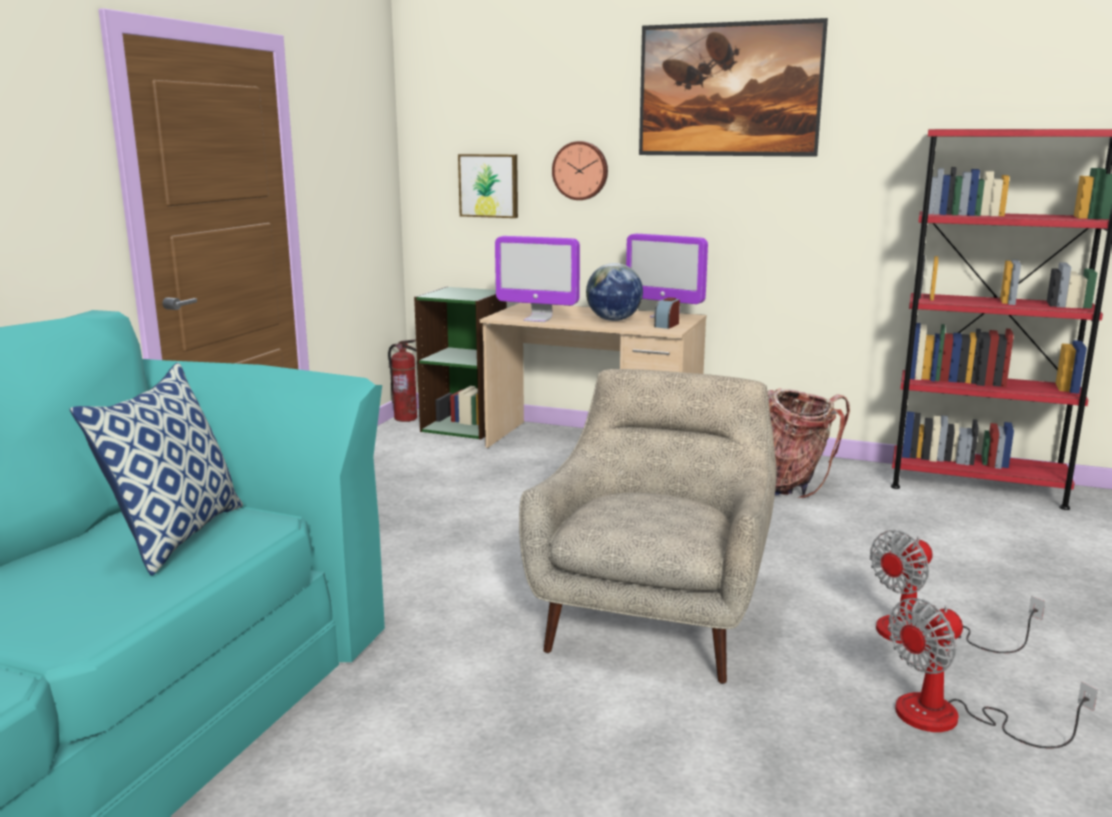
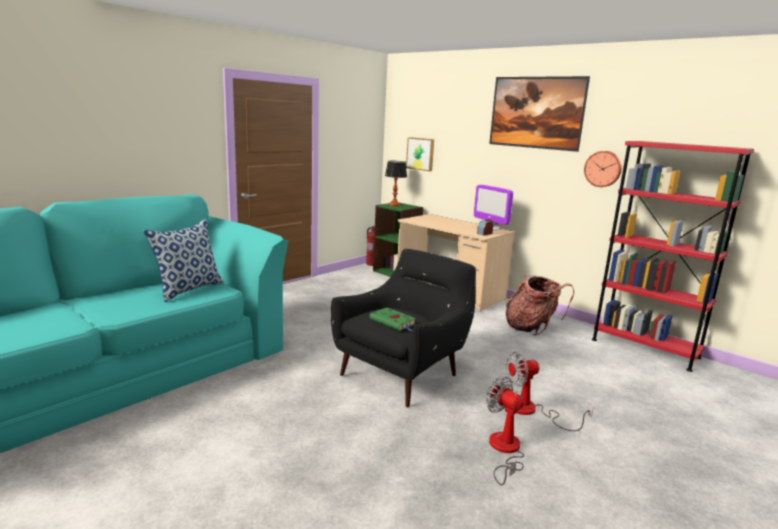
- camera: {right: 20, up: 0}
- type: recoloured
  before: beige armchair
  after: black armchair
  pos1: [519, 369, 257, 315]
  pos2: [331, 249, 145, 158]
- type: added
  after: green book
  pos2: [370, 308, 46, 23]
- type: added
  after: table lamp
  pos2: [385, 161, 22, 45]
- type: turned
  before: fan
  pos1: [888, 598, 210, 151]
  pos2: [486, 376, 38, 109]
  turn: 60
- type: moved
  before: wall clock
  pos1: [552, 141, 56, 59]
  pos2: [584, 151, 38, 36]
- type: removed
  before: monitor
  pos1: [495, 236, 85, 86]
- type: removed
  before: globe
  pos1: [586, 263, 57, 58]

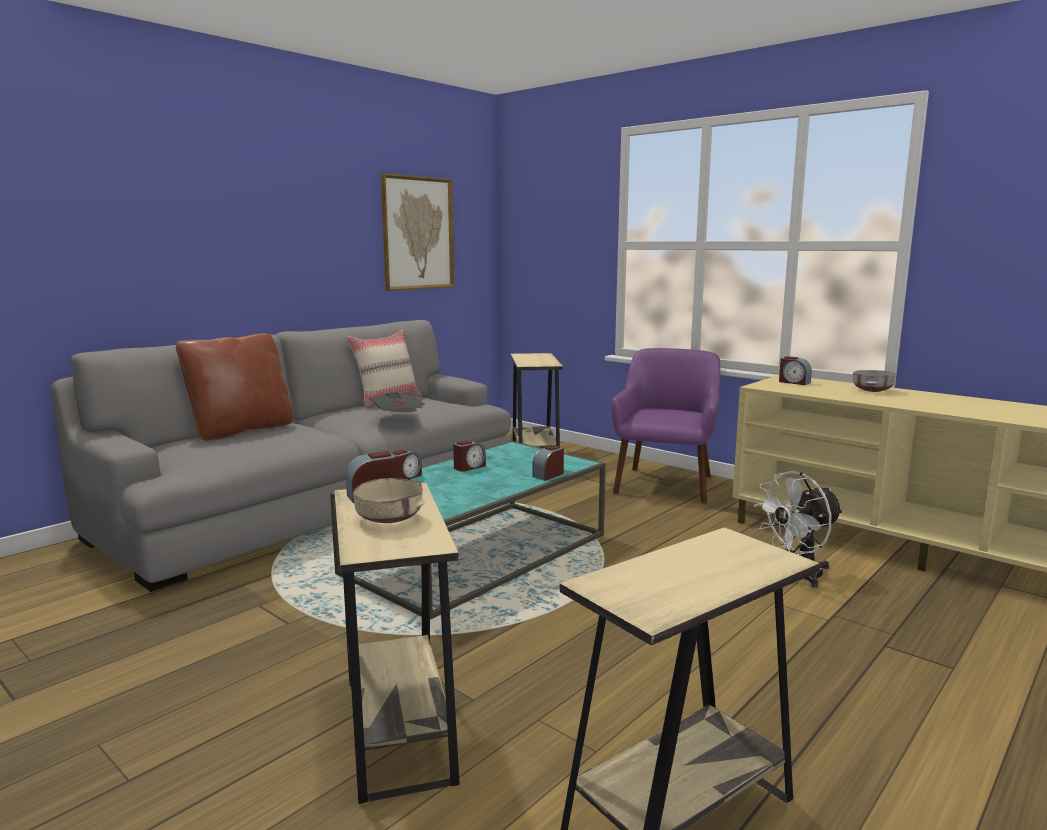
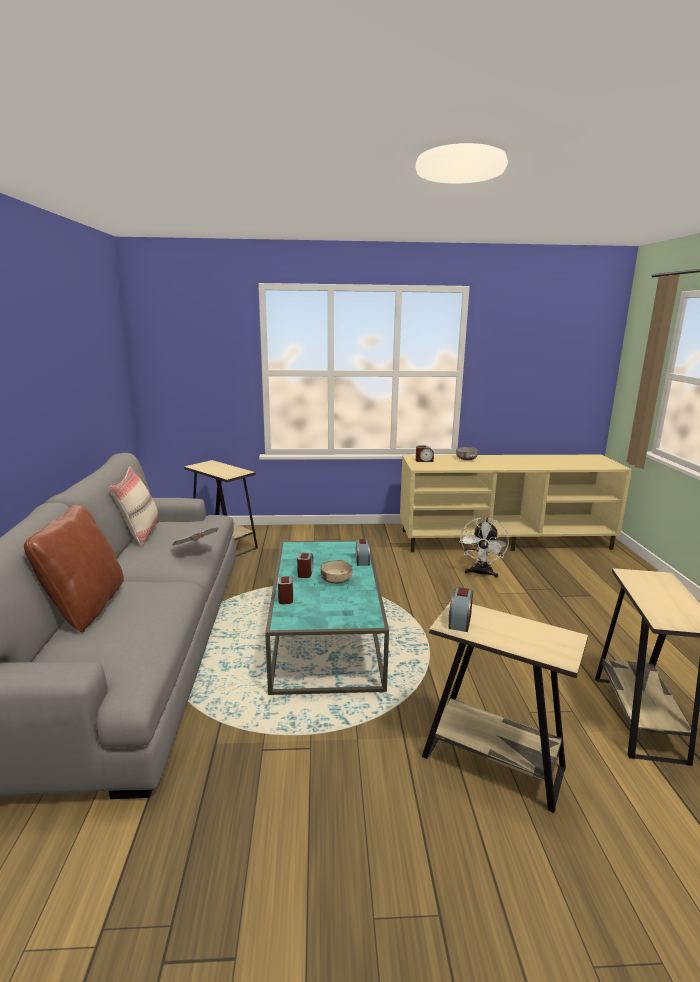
- camera: {right: -45, up: 5}
- type: moved
  before: beige bowl
  pos1: [353, 478, 72, 45]
  pos2: [320, 560, 32, 24]
- type: removed
  before: picture
  pos1: [381, 173, 74, 118]
- type: removed
  before: purple armchair
  pos1: [611, 348, 109, 156]

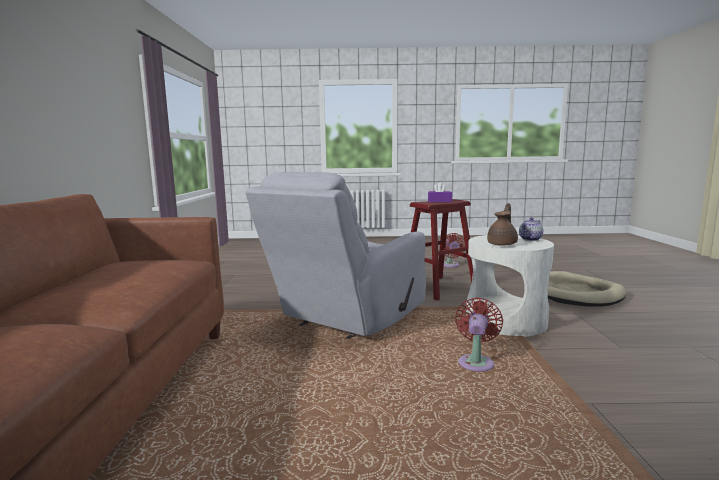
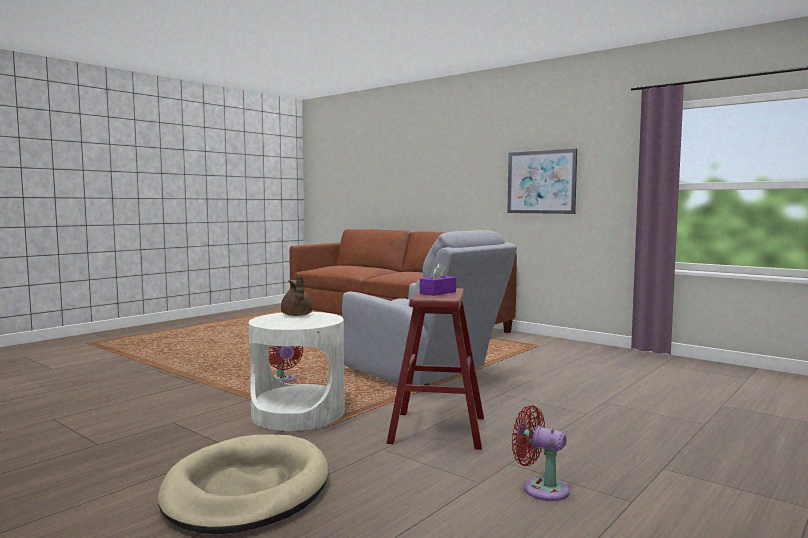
- camera: {right: 130, up: -5}
- type: turned
  before: grey armchair
  pos1: [246, 172, 180, 167]
  pos2: [342, 230, 175, 155]
  turn: 150
- type: added
  after: picture
  pos2: [507, 149, 70, 65]
- type: removed
  before: teapot
  pos1: [519, 217, 24, 24]

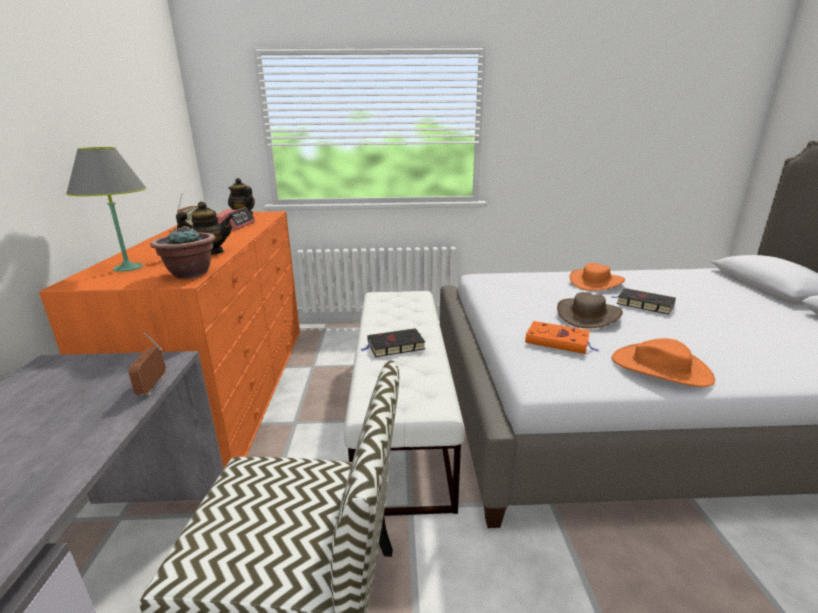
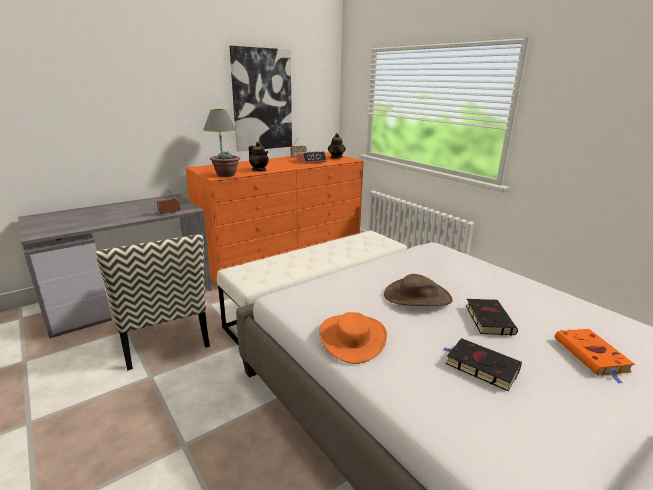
- camera: {right: 55, up: 0}
- type: added
  after: picture
  pos2: [229, 46, 63, 106]
- type: moved
  before: black book
  pos1: [361, 329, 64, 28]
  pos2: [443, 338, 79, 53]
- type: moved
  before: orange book
  pos1: [525, 321, 74, 33]
  pos2: [555, 329, 80, 55]
- type: removed
  before: orange hat
  pos1: [569, 263, 56, 28]

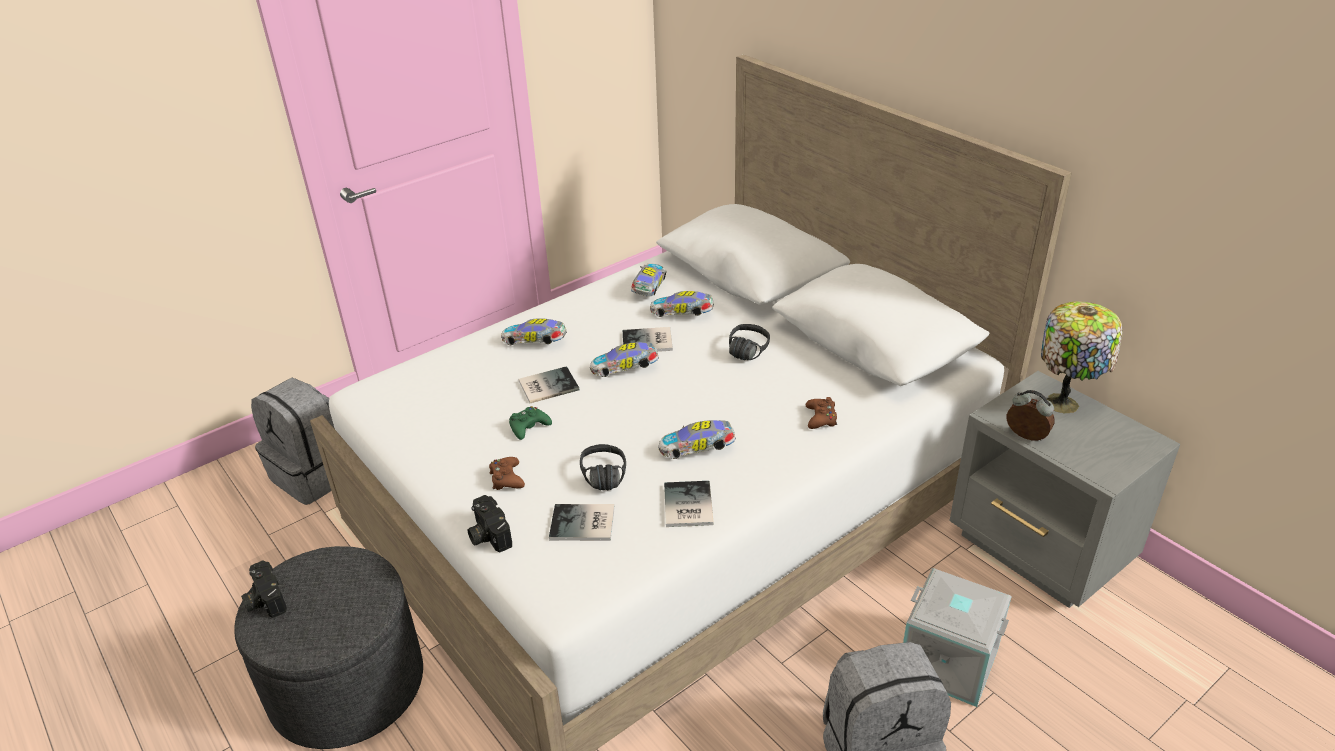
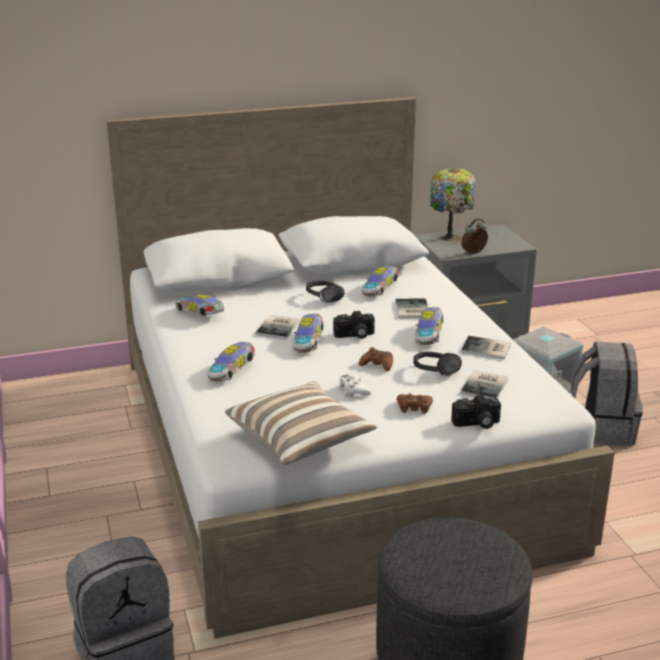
- camera: {right: -70, up: -10}
- type: added
  after: pillow
  pos2: [225, 382, 152, 83]
- type: moved
  before: photo camera
  pos1: [241, 560, 46, 58]
  pos2: [333, 311, 42, 28]
- type: recoloured
  before: green game controller
  after: white game controller
  pos1: [509, 406, 43, 34]
  pos2: [339, 374, 32, 23]
- type: moved
  before: brown game controller
  pos1: [806, 397, 31, 32]
  pos2: [359, 347, 34, 24]
- type: moved
  before: toy car
  pos1: [650, 291, 64, 26]
  pos2: [362, 266, 37, 30]
- type: moved
  before: book
  pos1: [518, 366, 61, 37]
  pos2: [395, 298, 33, 20]

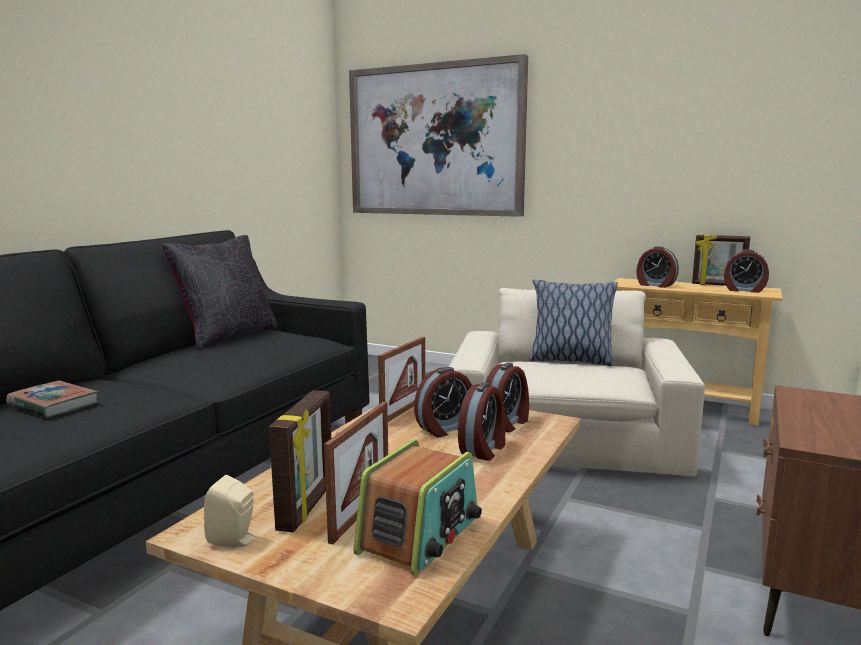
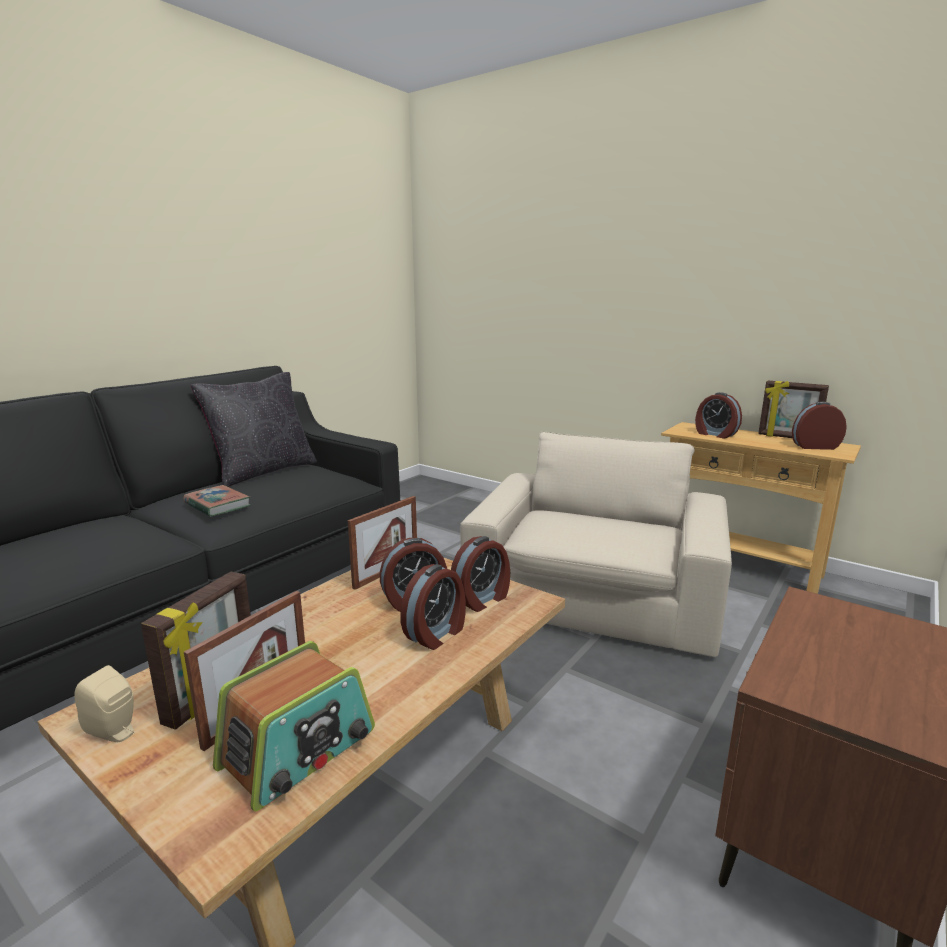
- camera: {right: 10, up: 5}
- type: moved
  before: book
  pos1: [6, 381, 93, 37]
  pos2: [183, 485, 67, 32]
- type: turned
  before: alarm clock
  pos1: [724, 249, 45, 44]
  pos2: [792, 402, 55, 48]
  turn: 150
- type: removed
  before: picture
  pos1: [349, 54, 179, 163]
- type: removed
  before: pillow
  pos1: [529, 280, 89, 87]

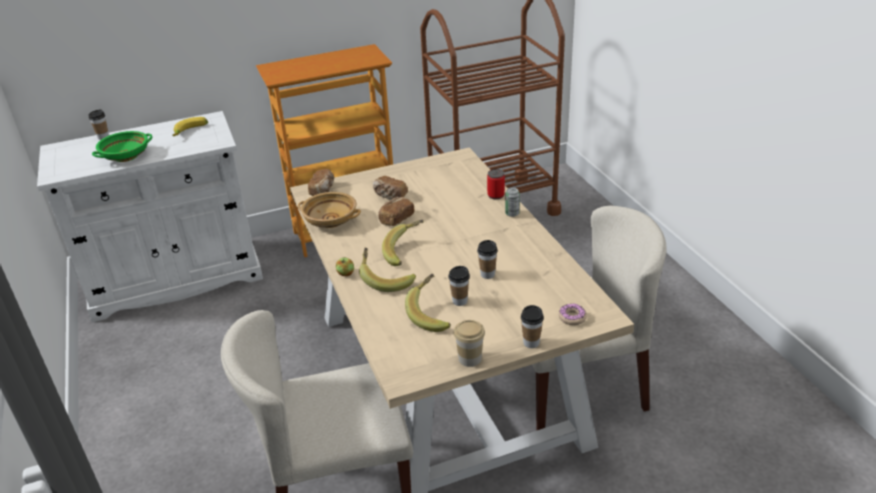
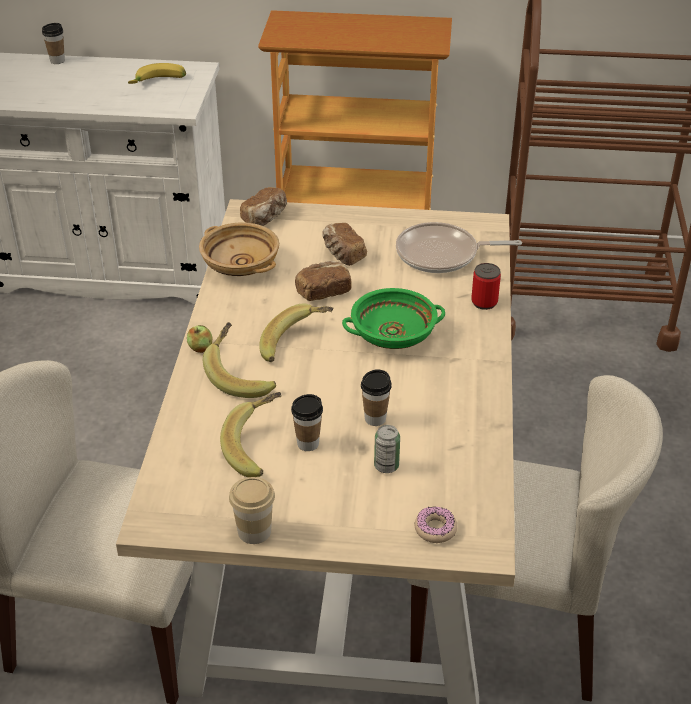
- camera: {right: 25, up: 5}
- type: moved
  before: green bowl
  pos1: [92, 131, 60, 31]
  pos2: [342, 288, 103, 61]
- type: moved
  before: can
  pos1: [505, 188, 15, 29]
  pos2: [374, 425, 26, 48]
- type: added
  after: frying pan
  pos2: [396, 222, 126, 51]
- type: removed
  before: cup
  pos1: [521, 305, 23, 43]

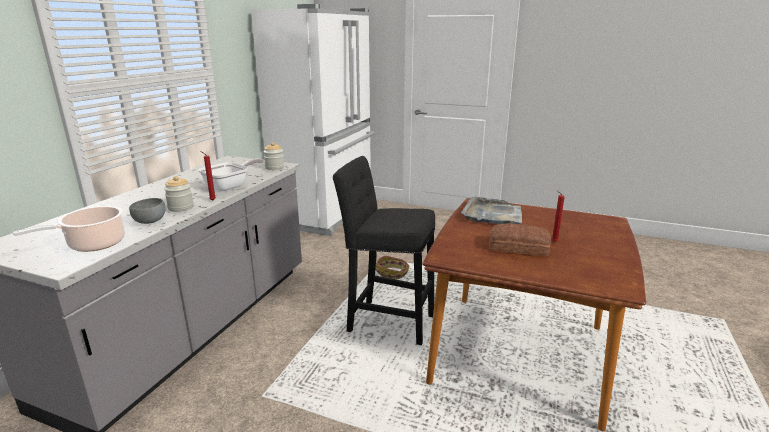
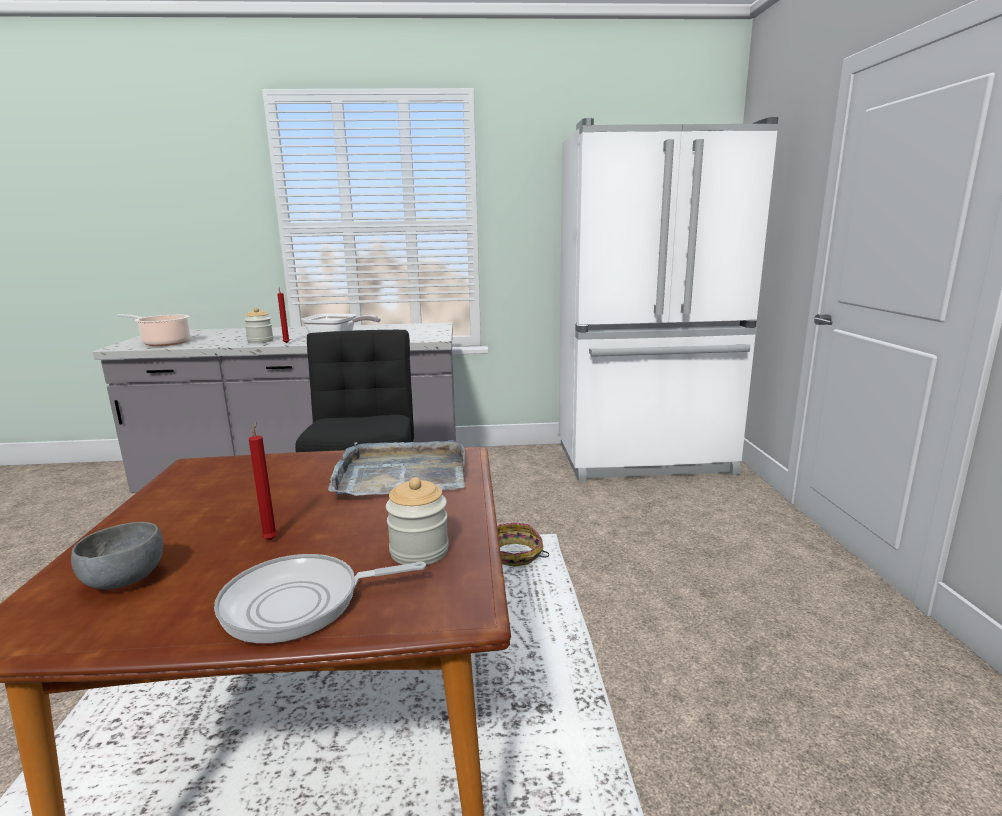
- camera: {right: 65, up: -5}
- type: moved
  before: grey bowl
  pos1: [129, 198, 37, 26]
  pos2: [71, 522, 92, 67]
- type: added
  after: frying pan
  pos2: [214, 554, 212, 89]
- type: moved
  before: jar
  pos1: [263, 142, 21, 28]
  pos2: [386, 477, 63, 88]
- type: removed
  before: bread
  pos1: [489, 223, 63, 33]

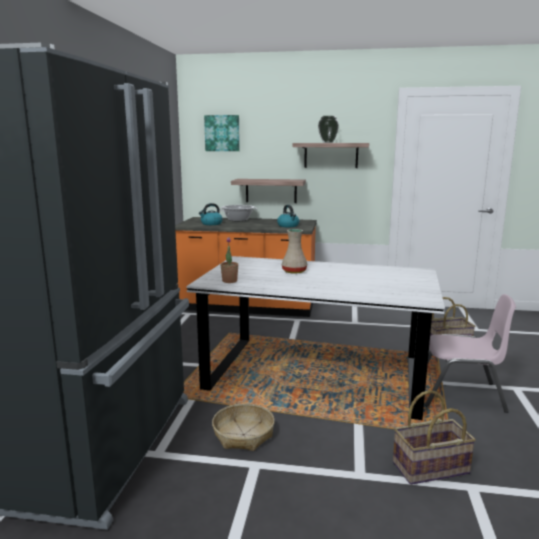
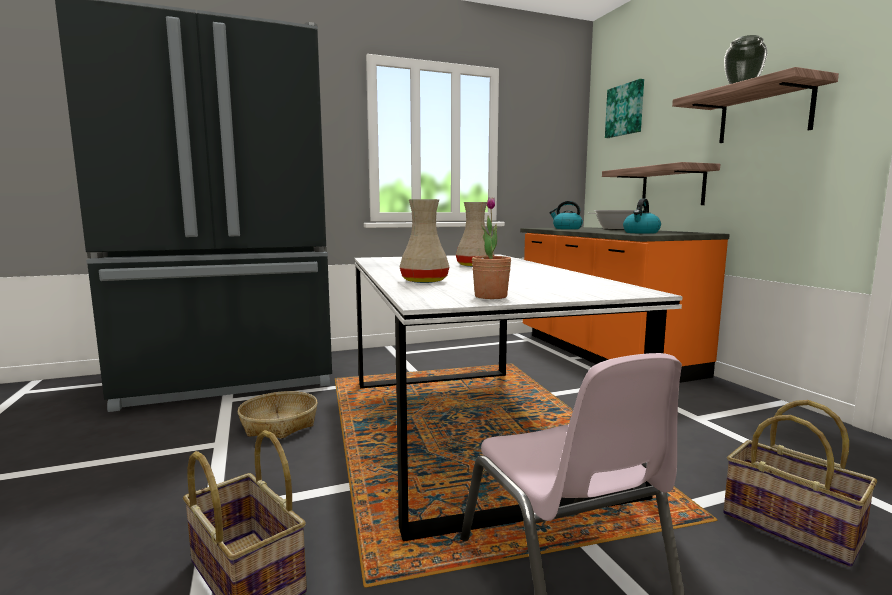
- camera: {right: 60, up: -5}
- type: added
  after: beige vase
  pos2: [400, 199, 49, 84]
- type: moved
  before: potted plant
  pos1: [220, 237, 18, 46]
  pos2: [472, 197, 39, 102]

